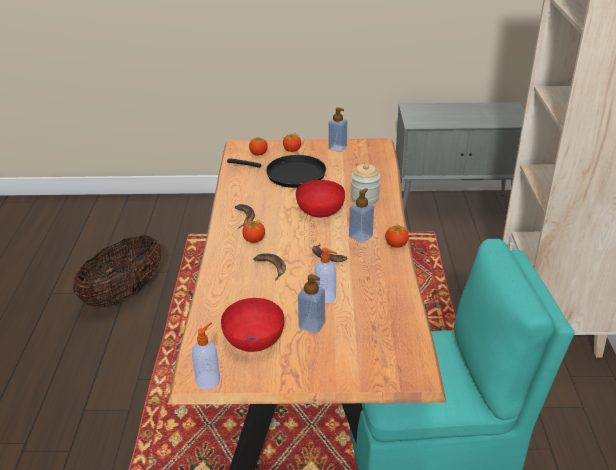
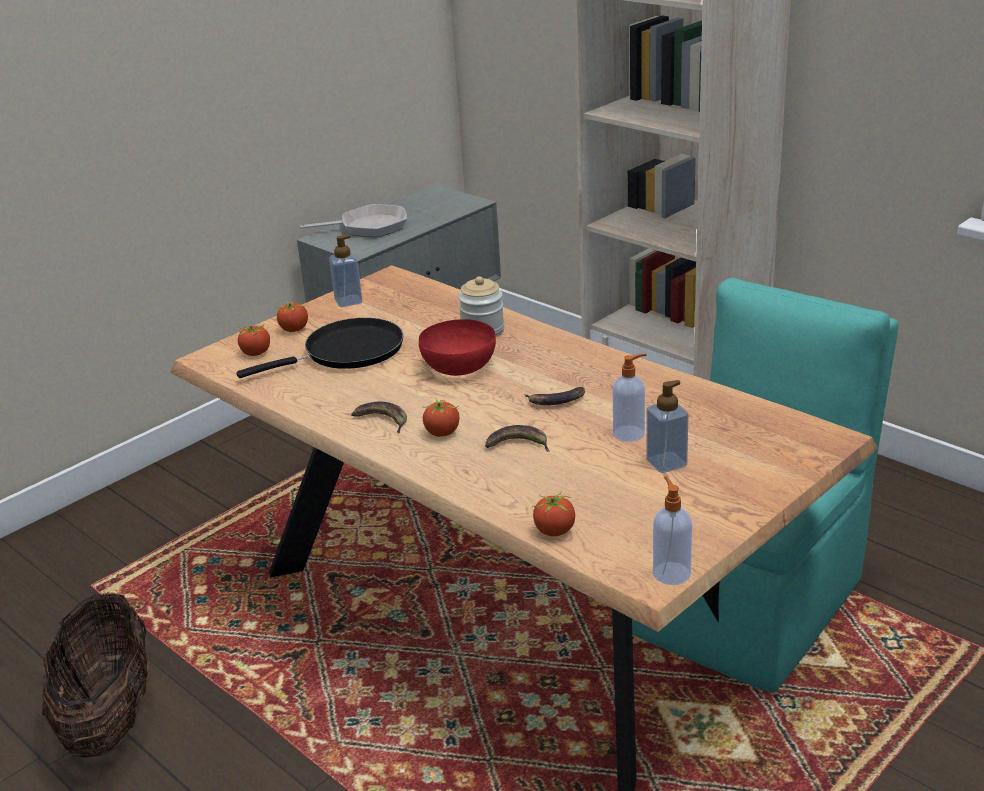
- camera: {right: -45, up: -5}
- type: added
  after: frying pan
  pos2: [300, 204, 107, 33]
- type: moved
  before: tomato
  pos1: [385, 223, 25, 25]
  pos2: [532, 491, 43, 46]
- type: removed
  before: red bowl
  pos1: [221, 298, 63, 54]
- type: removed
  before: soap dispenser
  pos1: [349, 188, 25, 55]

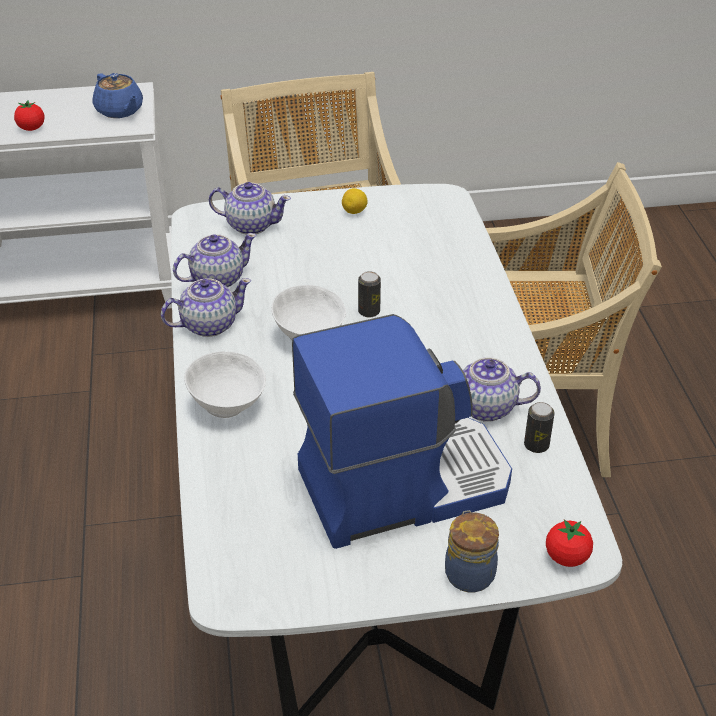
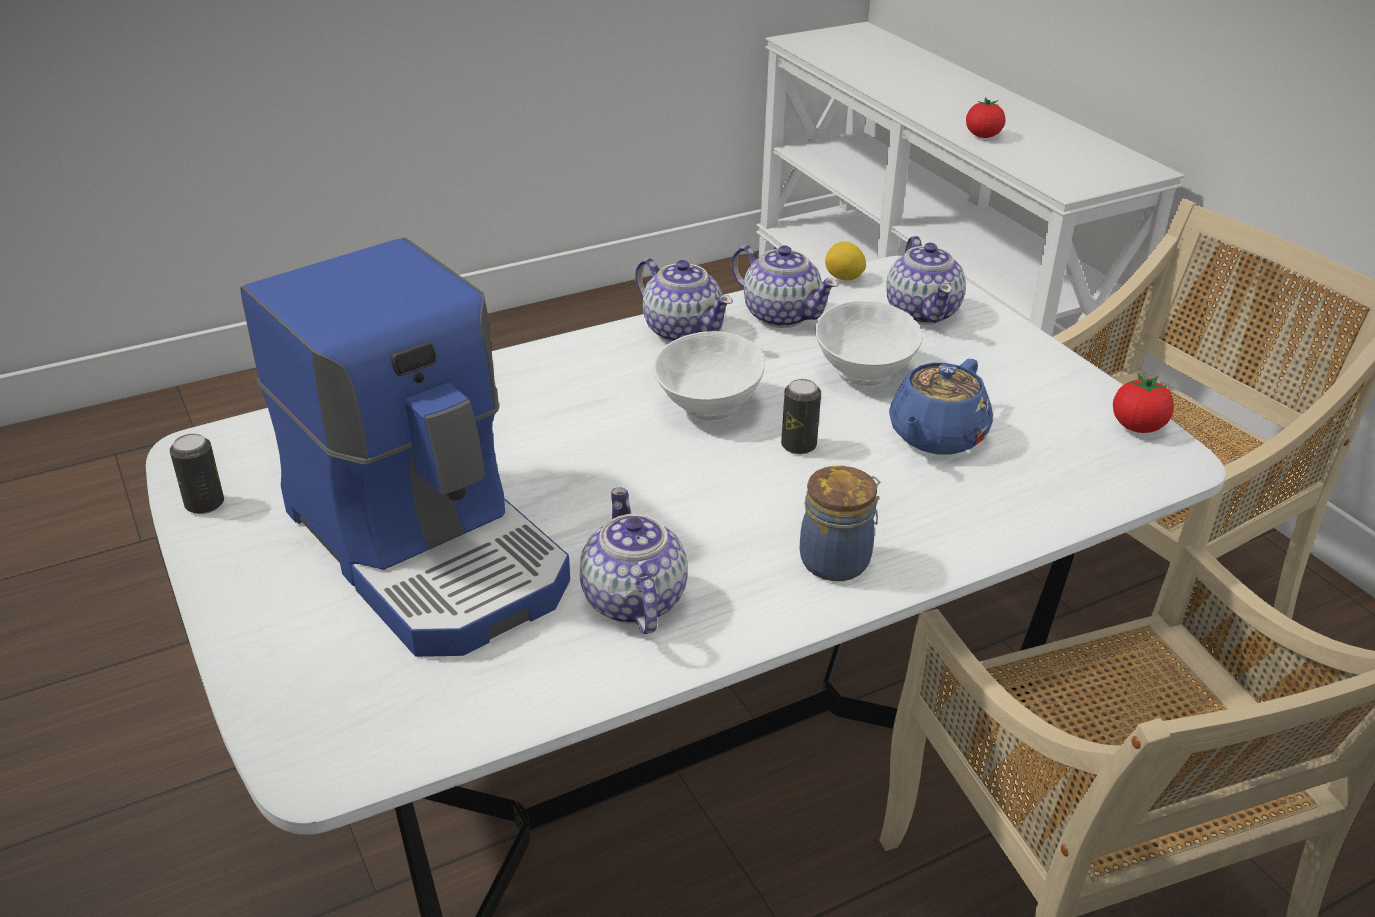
- camera: {right: 70, up: -5}
- type: moved
  before: can
  pos1: [524, 402, 31, 51]
  pos2: [170, 433, 54, 81]
- type: moved
  before: jar
  pos1: [445, 510, 54, 82]
  pos2: [800, 466, 81, 115]
- type: moved
  before: white bowl
  pos1: [184, 351, 82, 67]
  pos2: [815, 301, 108, 85]
- type: moved
  before: lemon
  pos1: [342, 188, 26, 26]
  pos2: [825, 241, 41, 40]
- type: moved
  before: blue teapot
  pos1: [92, 73, 51, 45]
  pos2: [889, 359, 104, 95]
- type: moved
  before: tomato
  pos1: [546, 519, 47, 48]
  pos2: [1113, 374, 61, 59]

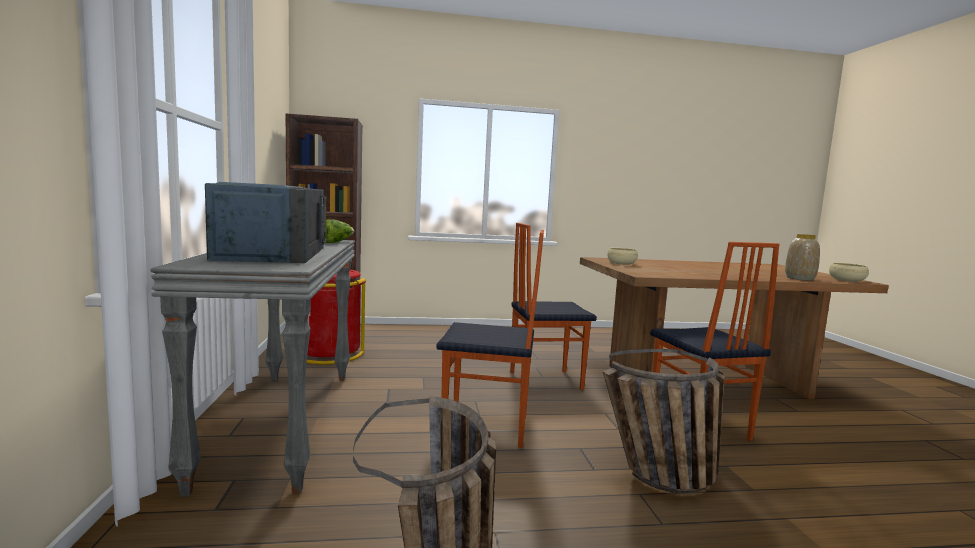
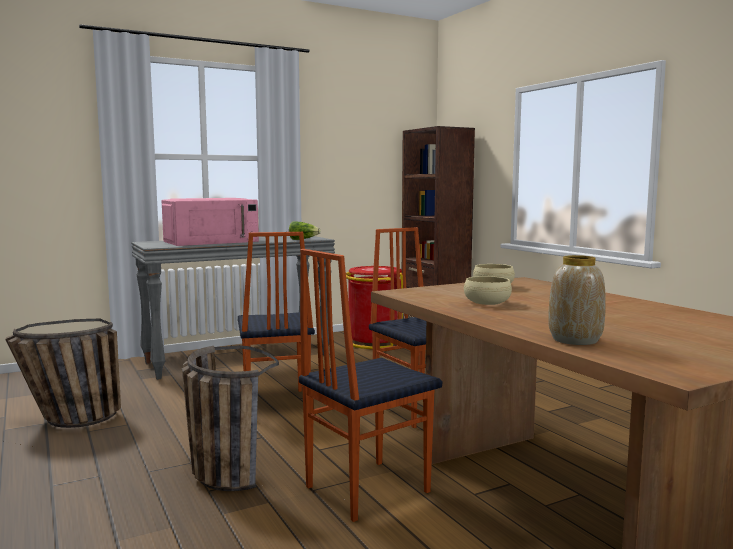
- camera: {right: 70, up: 0}
- type: recoloured
  before: blue microwave
  after: pink microwave
  pos1: [205, 182, 121, 81]
  pos2: [162, 198, 97, 48]
- type: moved
  before: beige bowl
  pos1: [829, 263, 40, 19]
  pos2: [464, 276, 48, 29]

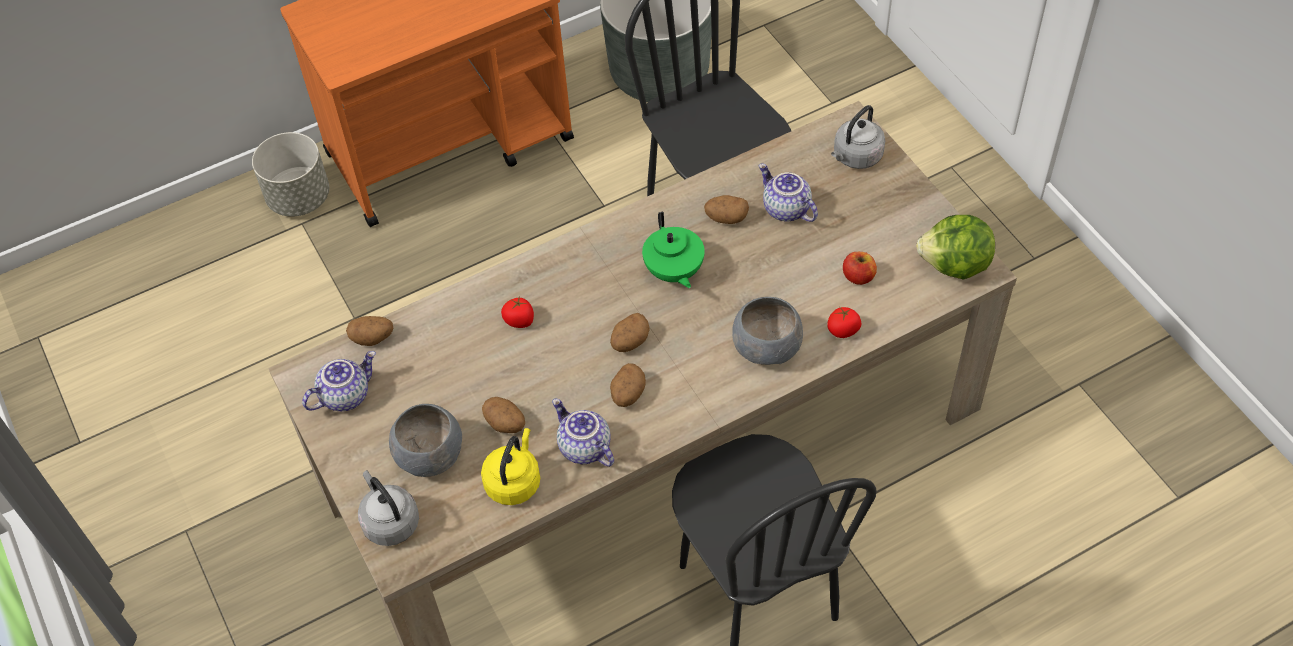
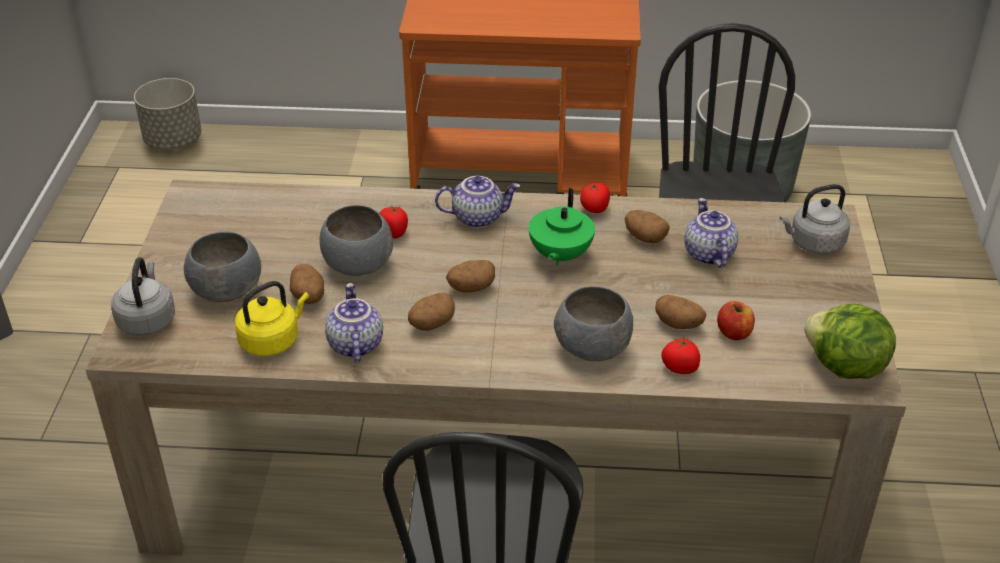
- camera: {right: 30, up: -15}
- type: moved
  before: grey planter
  pos1: [252, 132, 77, 85]
  pos2: [134, 78, 67, 71]
- type: added
  after: grey bowl
  pos2: [320, 205, 73, 71]
- type: moved
  before: teapot
  pos1: [302, 351, 74, 60]
  pos2: [435, 176, 85, 52]
- type: added
  after: tomato
  pos2: [580, 182, 30, 31]
- type: moved
  before: potato
  pos1: [346, 316, 47, 30]
  pos2: [655, 295, 51, 34]

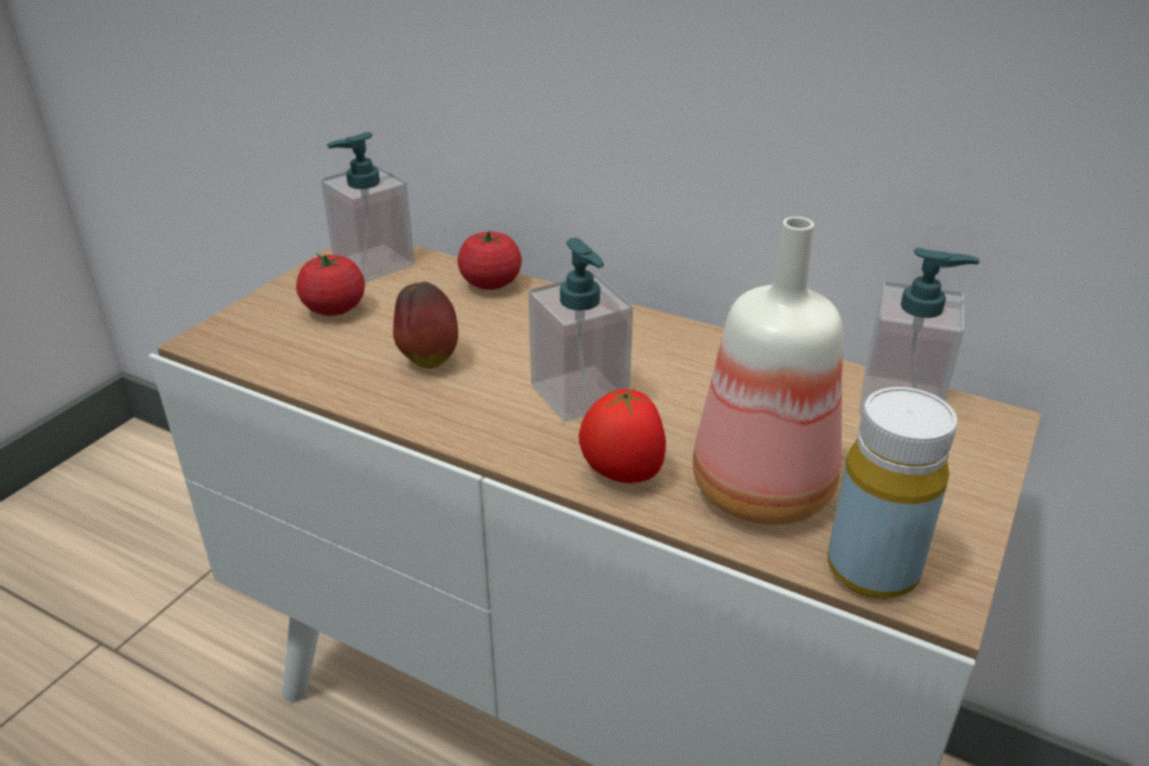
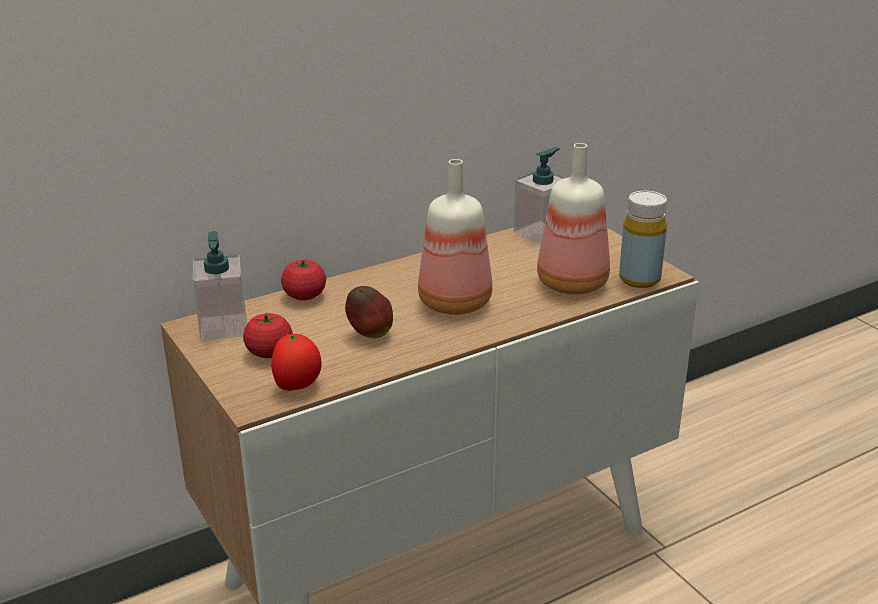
- camera: {right: -60, up: -5}
- type: moved
  before: tomato
  pos1: [579, 388, 87, 95]
  pos2: [271, 333, 51, 58]
- type: replaced
  before: soap dispenser
  after: bottle
  pos1: [528, 238, 105, 184]
  pos2: [418, 159, 75, 156]

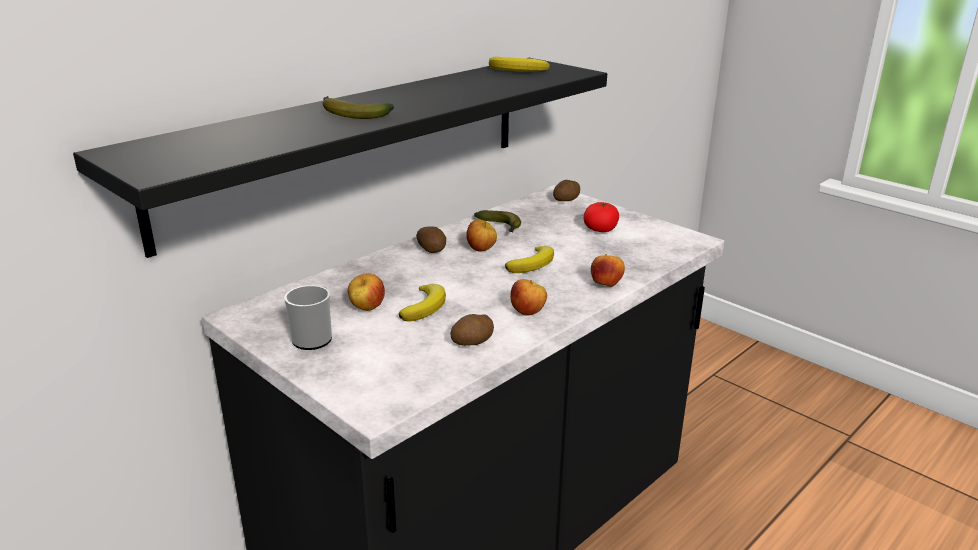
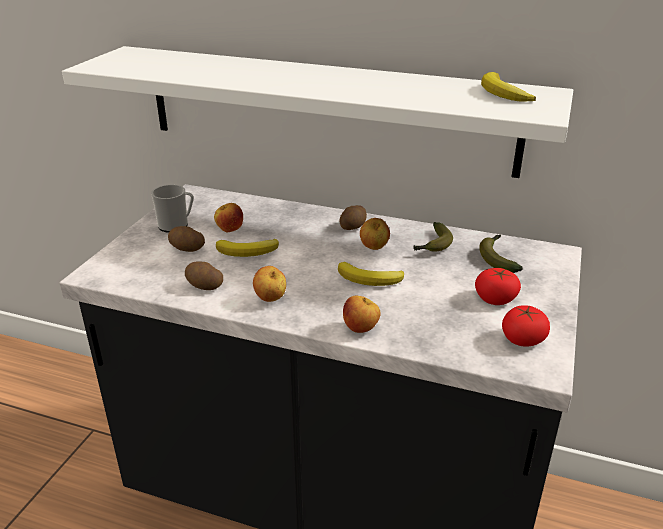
- camera: {right: 65, up: 5}
- type: recoloured
  before: black shelf
  after: white shelf
  pos1: [73, 58, 534, 200]
  pos2: [62, 46, 511, 132]
- type: moved
  before: potato
  pos1: [553, 180, 27, 21]
  pos2: [168, 226, 37, 26]
- type: moved
  before: banana
  pos1: [322, 96, 72, 23]
  pos2: [479, 235, 44, 38]
- type: added
  after: tomato
  pos2: [502, 305, 48, 42]

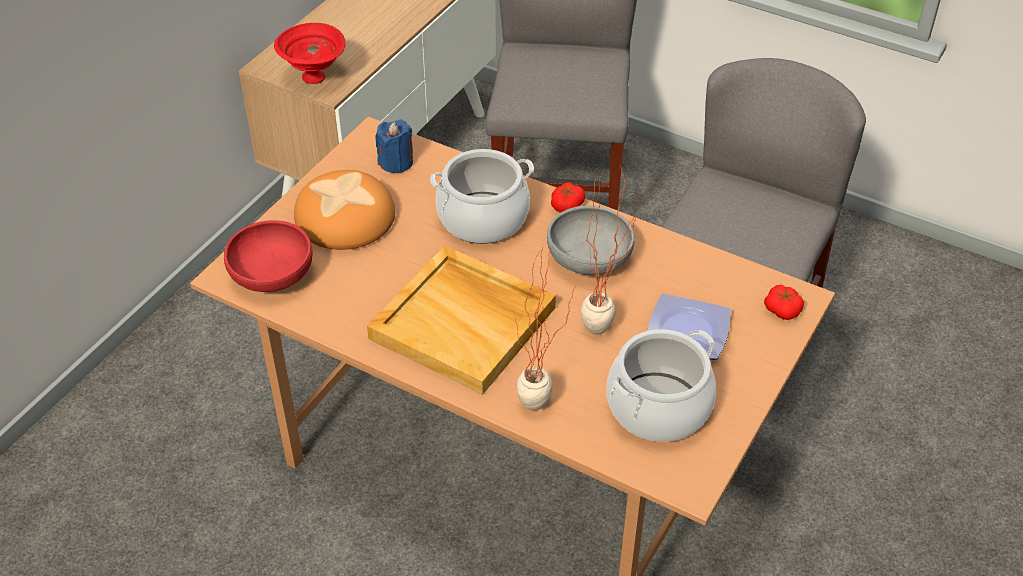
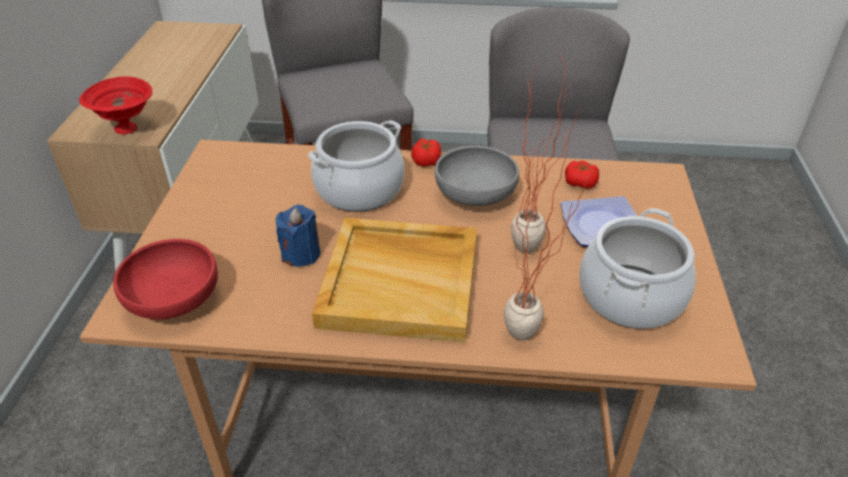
- camera: {right: -25, up: -5}
- type: moved
  before: blue candle
  pos1: [376, 120, 37, 53]
  pos2: [276, 205, 45, 62]
- type: moved
  before: tomato
  pos1: [764, 284, 40, 36]
  pos2: [565, 161, 34, 28]
- type: removed
  before: bread
  pos1: [294, 170, 101, 80]

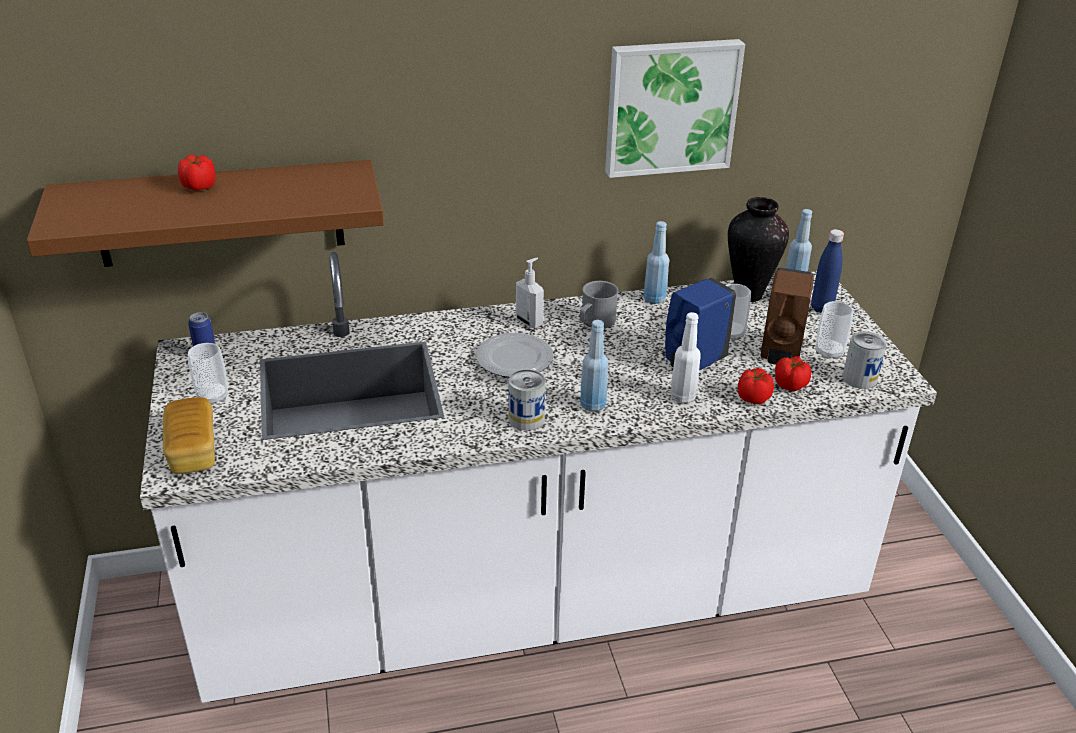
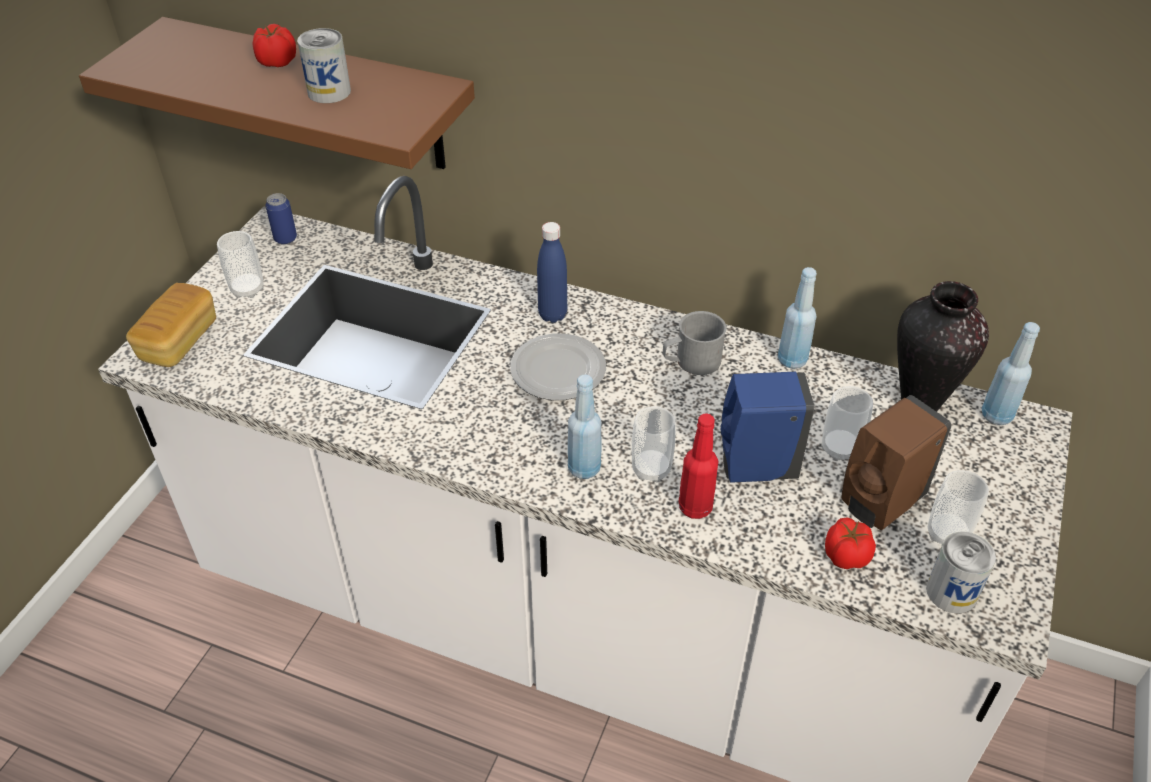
- camera: {right: 35, up: 10}
- type: moved
  before: can
  pos1: [509, 369, 37, 62]
  pos2: [297, 28, 54, 75]
- type: moved
  before: blue bottle
  pos1: [811, 229, 33, 84]
  pos2: [537, 222, 30, 101]
- type: added
  after: cup
  pos2: [632, 406, 44, 76]
- type: recoloured
  before: white bottle
  after: red bottle
  pos1: [670, 312, 31, 91]
  pos2: [679, 413, 40, 106]
- type: removed
  before: soap dispenser
  pos1: [516, 258, 28, 70]
- type: removed
  before: picture
  pos1: [605, 39, 140, 139]
- type: removed
  before: tomato
  pos1: [738, 368, 36, 36]

